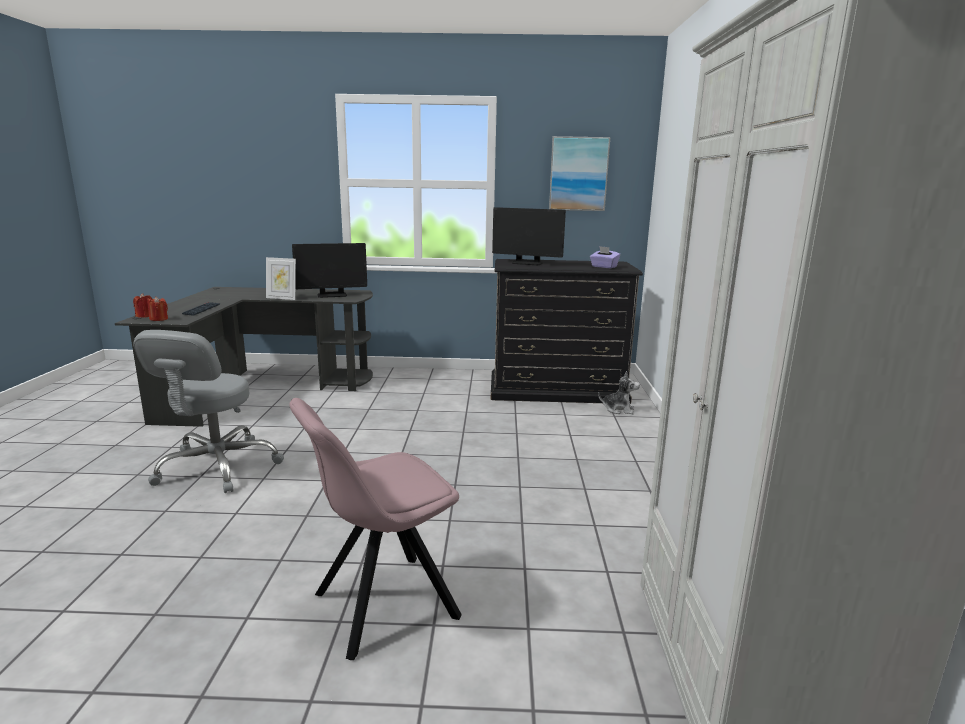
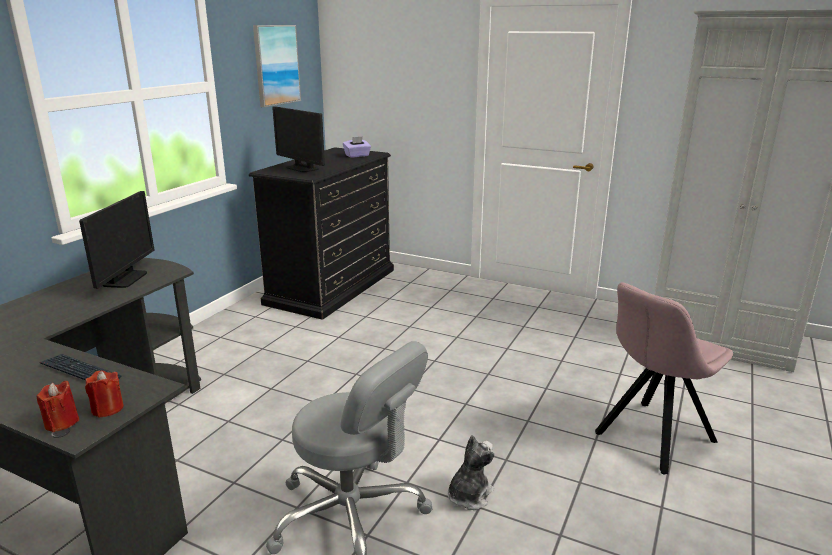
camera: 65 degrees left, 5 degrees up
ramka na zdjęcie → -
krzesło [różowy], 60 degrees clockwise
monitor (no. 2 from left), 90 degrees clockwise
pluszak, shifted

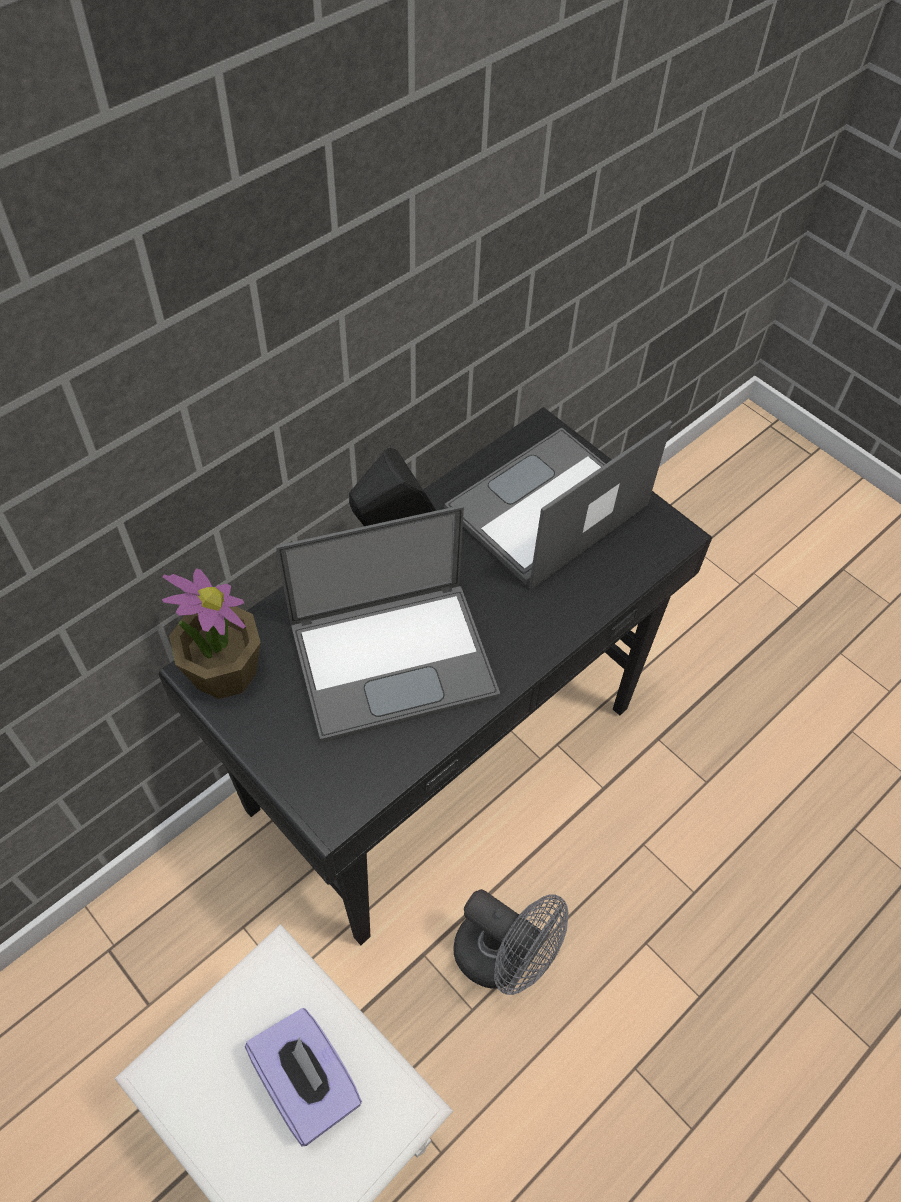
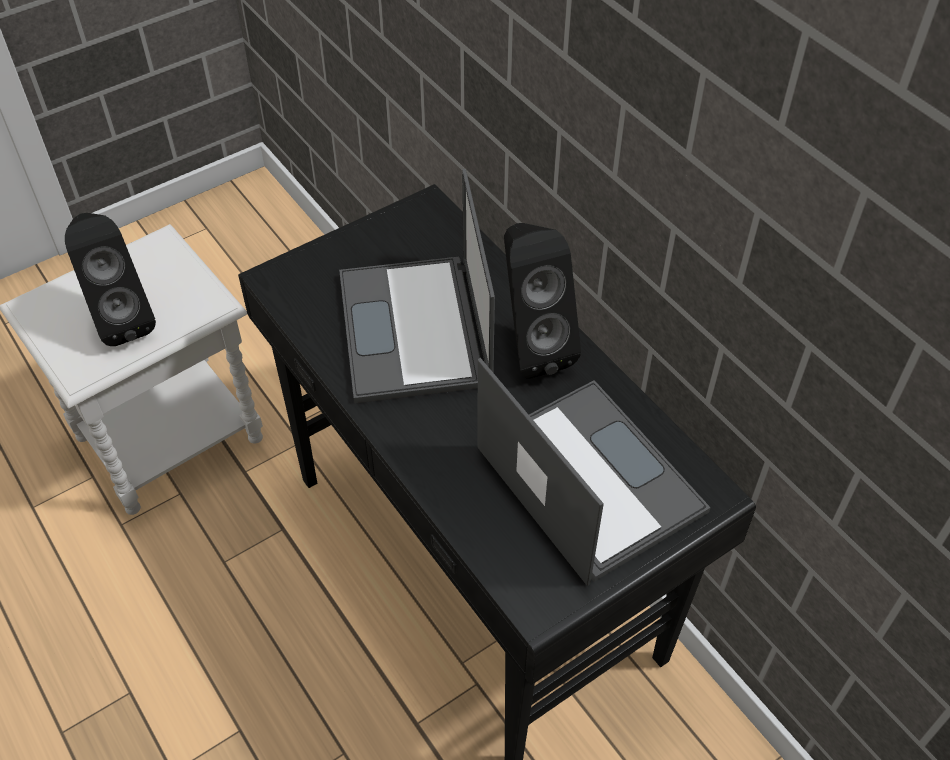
camera: 100 degrees right, 5 degrees down
roślina doniczkowa → -
pudełko chusteczek [fioletowy] → głośnik [czarny] (no. 1 from left)
wentylator [szary] → -

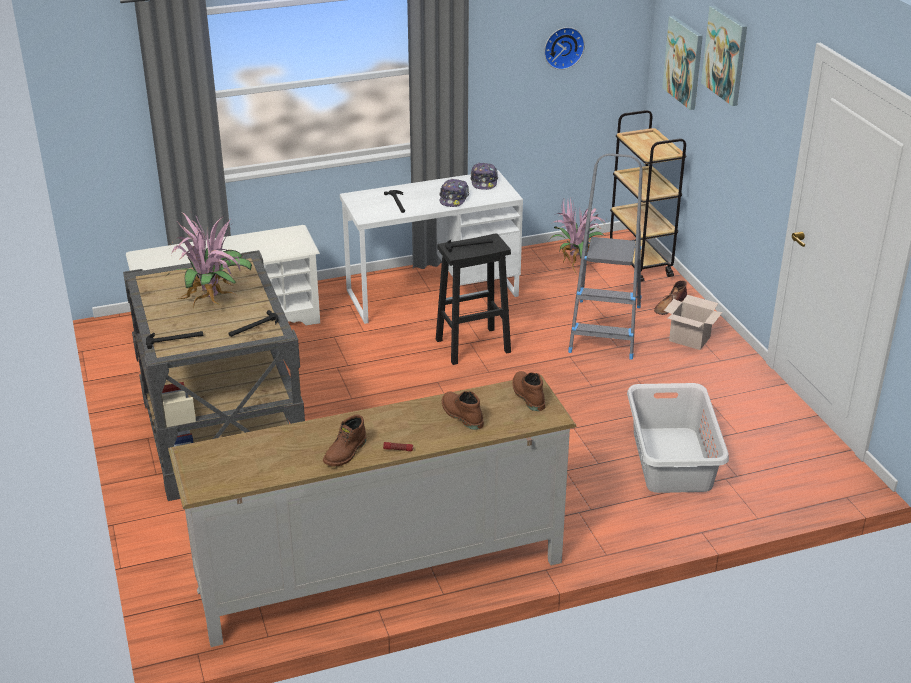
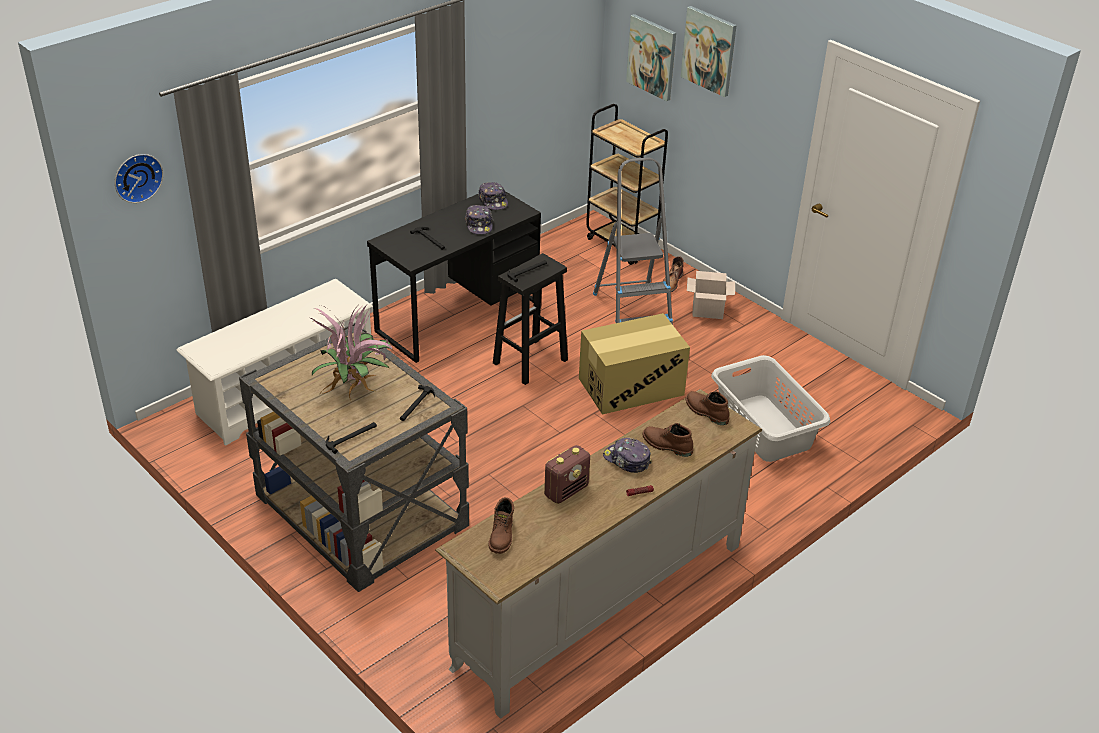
camera: 25 degrees left, 5 degrees up
but z cholewką [brązowy] (no. 1 from left), shifted
biurko [biały] → biurko [czarny]
zegar ścienny, shifted
roślina doniczkowa (no. 2 from left) → -
- → radio
- → karton (no. 1 from left)
- → czapka z daszkiem (no. 3 from left)

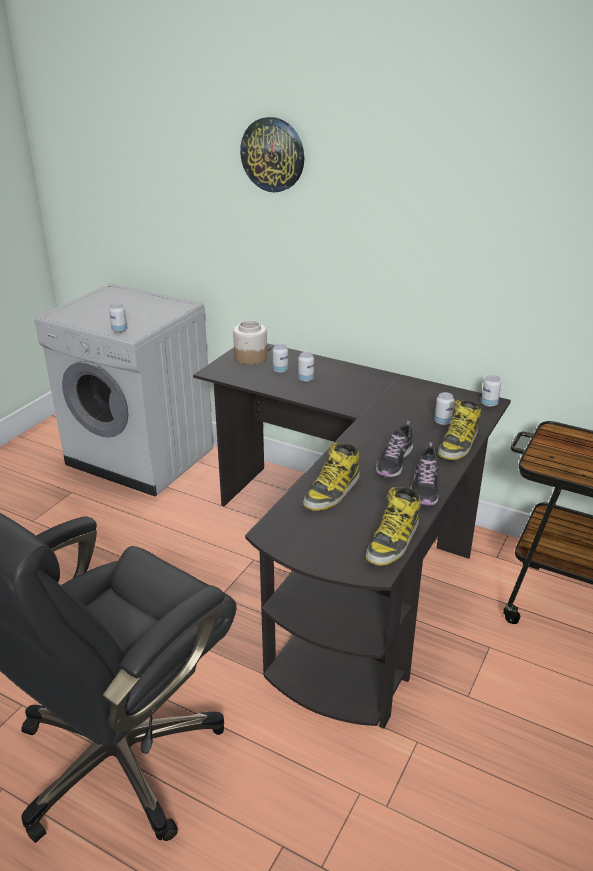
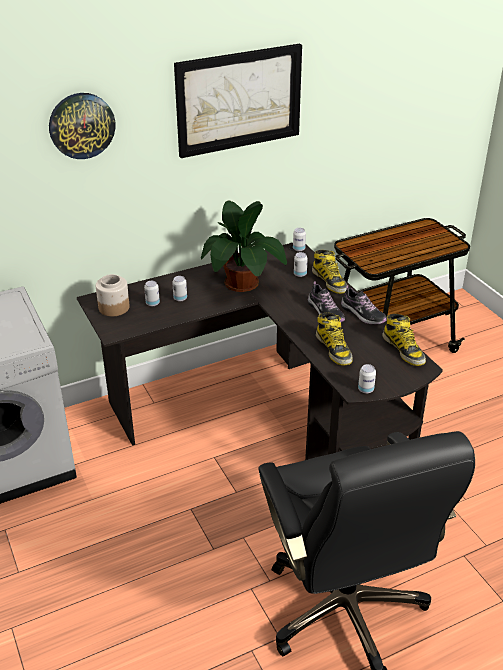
camera: 55 degrees left, 5 degrees up
puszka (no. 1 from left in the first image) → puszka (no. 5 from left), shifted
- → obraz
- → roślina doniczkowa

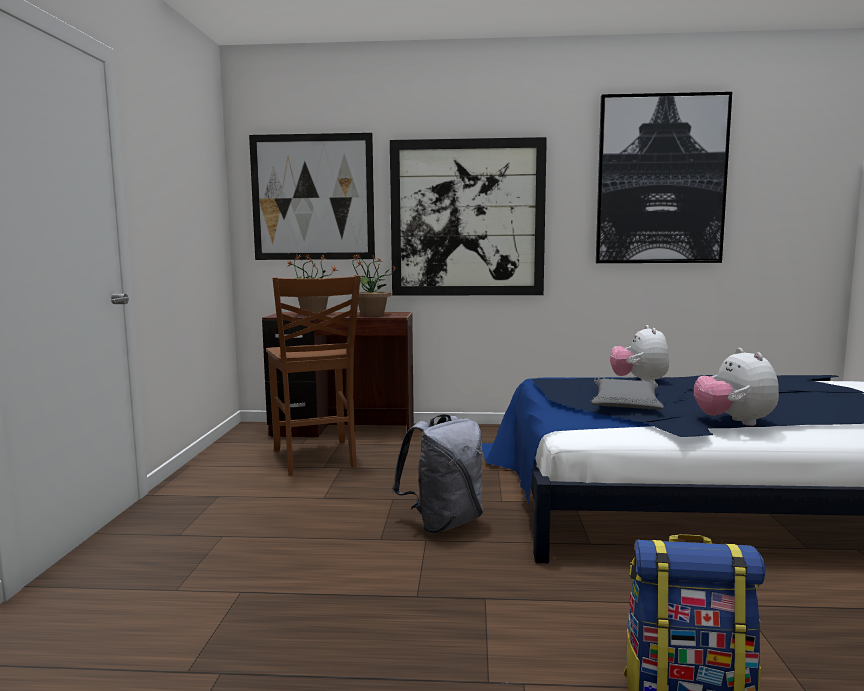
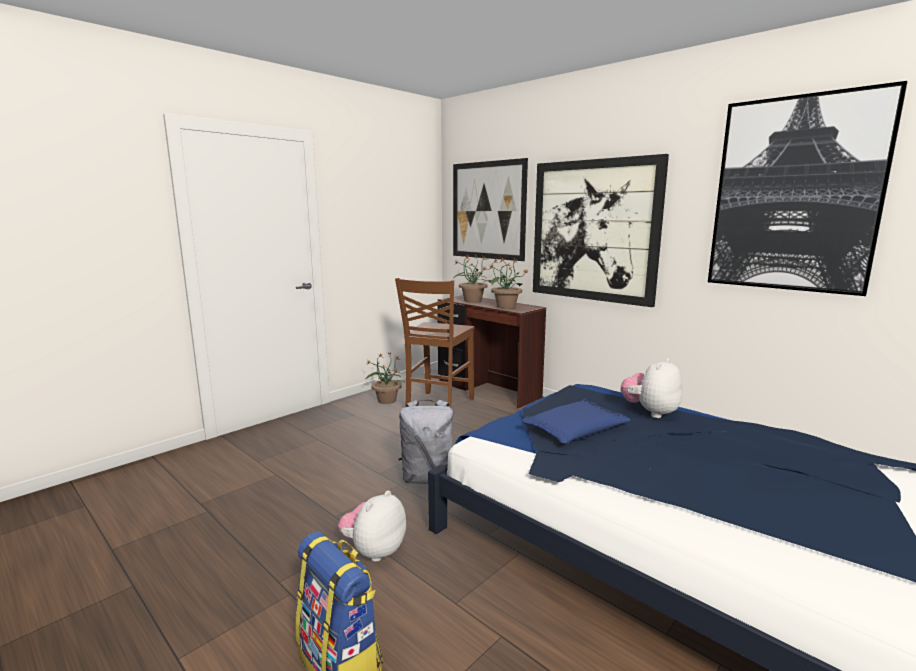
camera: 40 degrees right, 5 degrees up
poduszka [szary] → poduszka [niebieski]
pluszak (no. 2 from left in the first image) → pluszak (no. 1 from left), shifted
- → roślina doniczkowa (no. 1 from left)

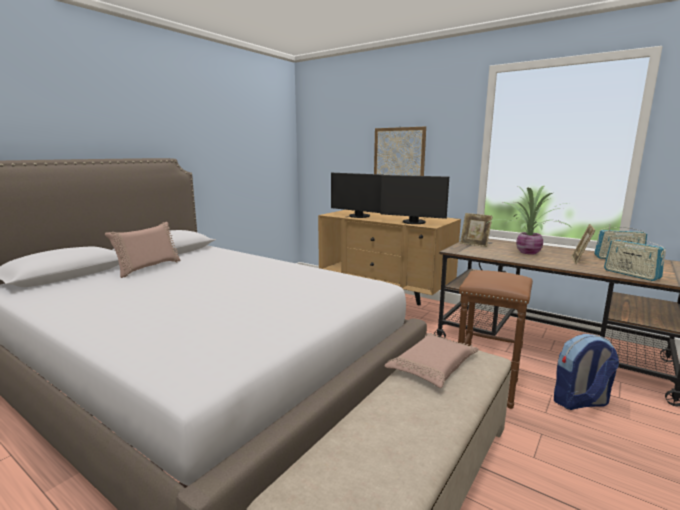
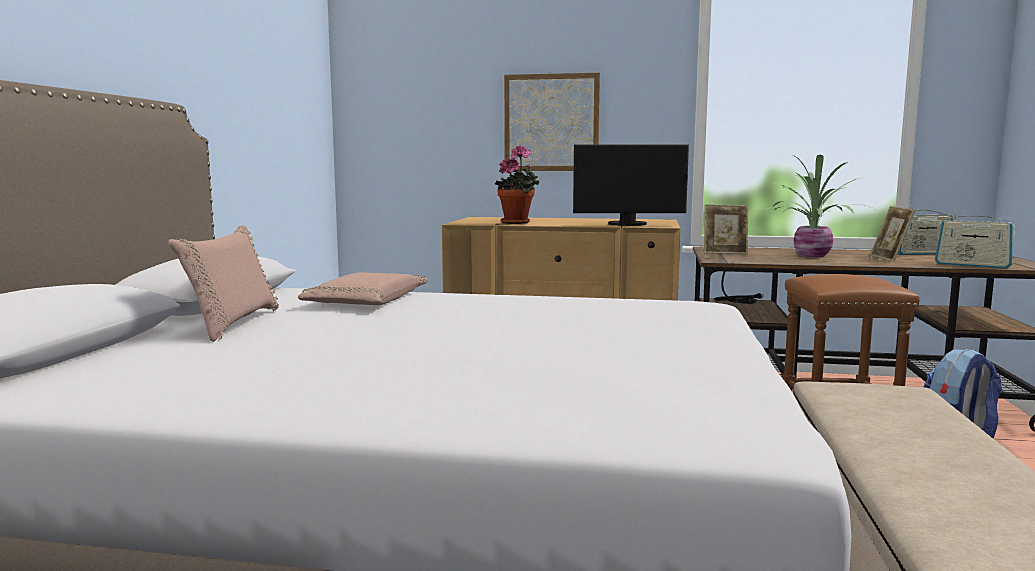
camera: 25 degrees left, 5 degrees down
monitor (no. 1 from left) → roślina doniczkowa (no. 1 from left)
poduszka [beżowy] (no. 2 from left), shifted

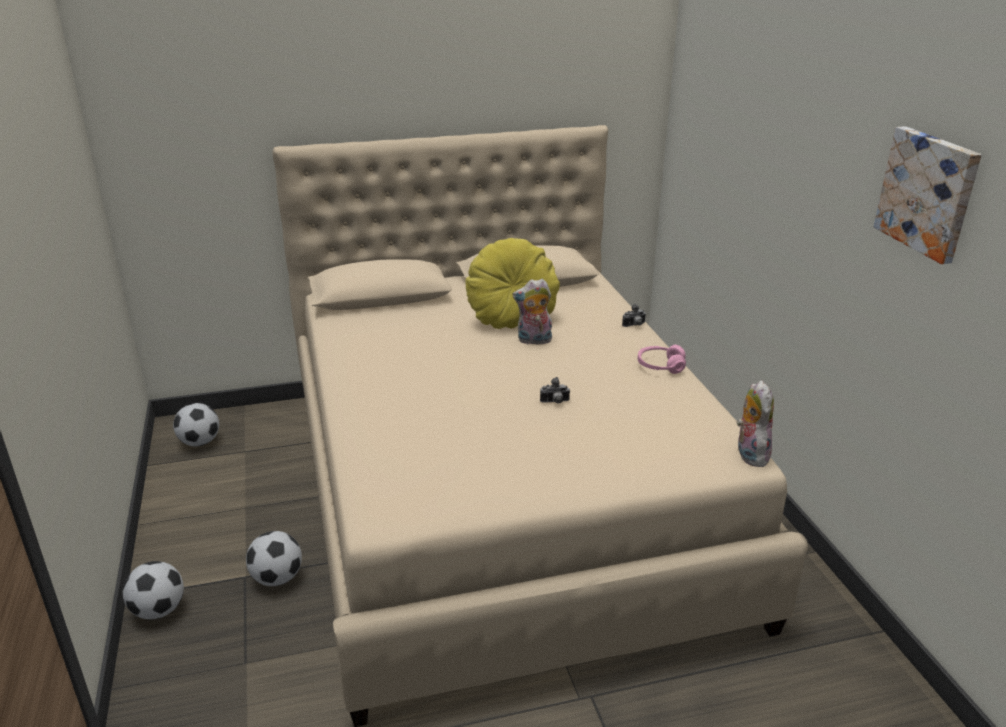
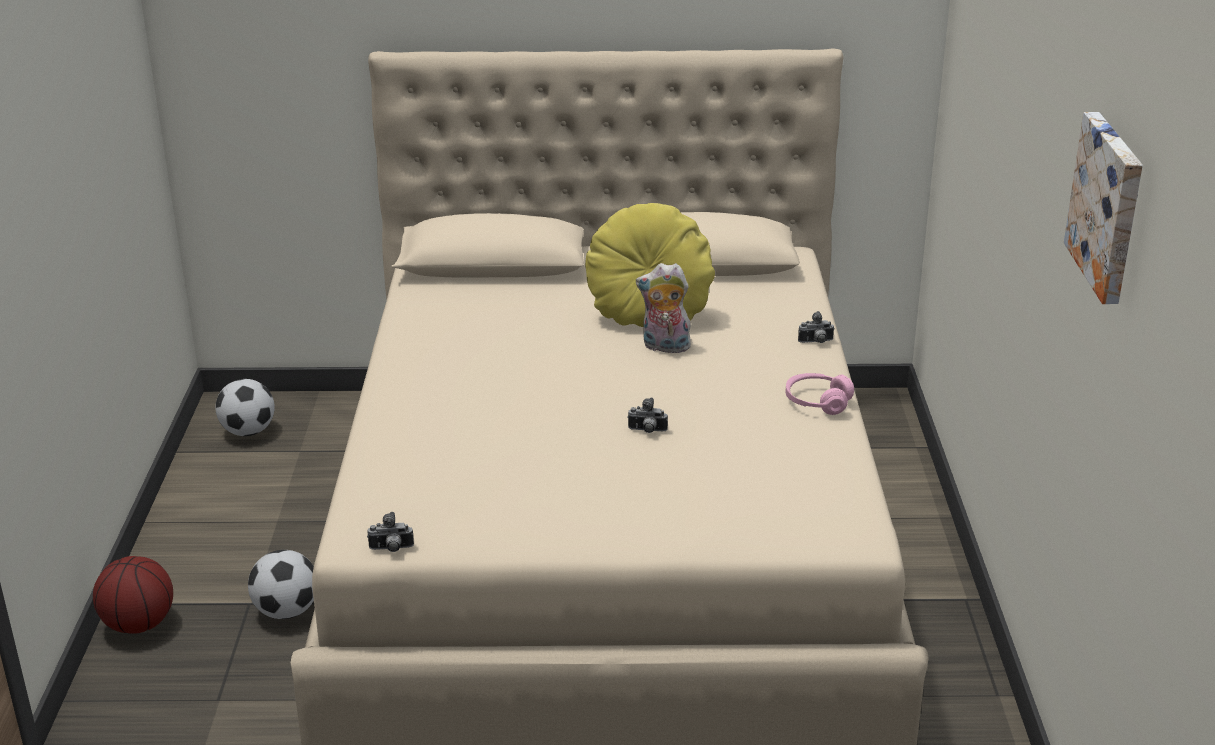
camera: 15 degrees right, 0 degrees up
piłka futbolowa (no. 1 from left) → piłka do koszykówki
pluszak (no. 2 from left) → -
- → aparat fotograficzny (no. 1 from left)

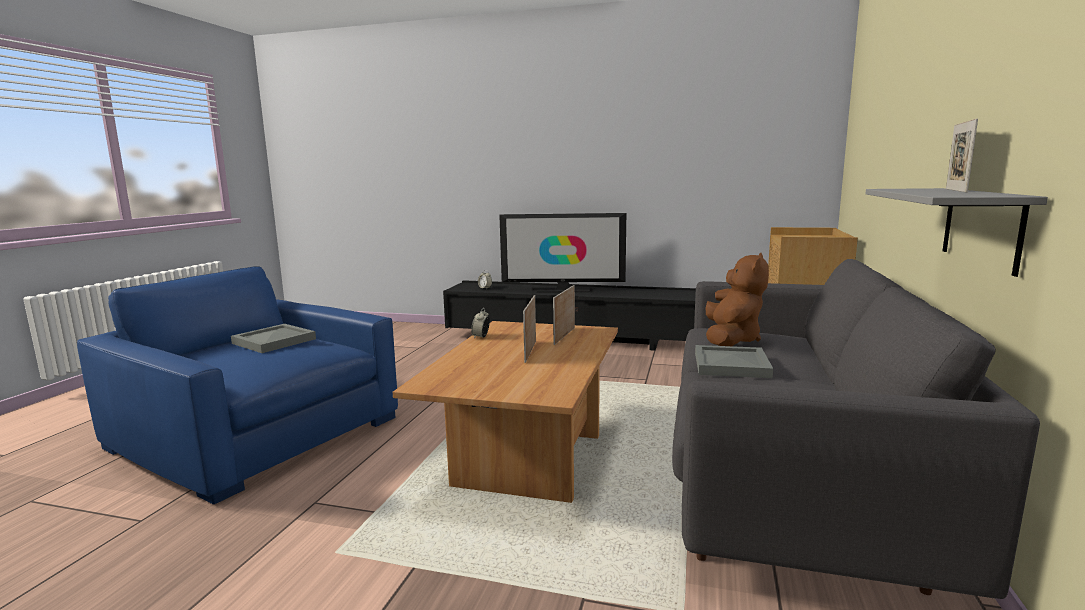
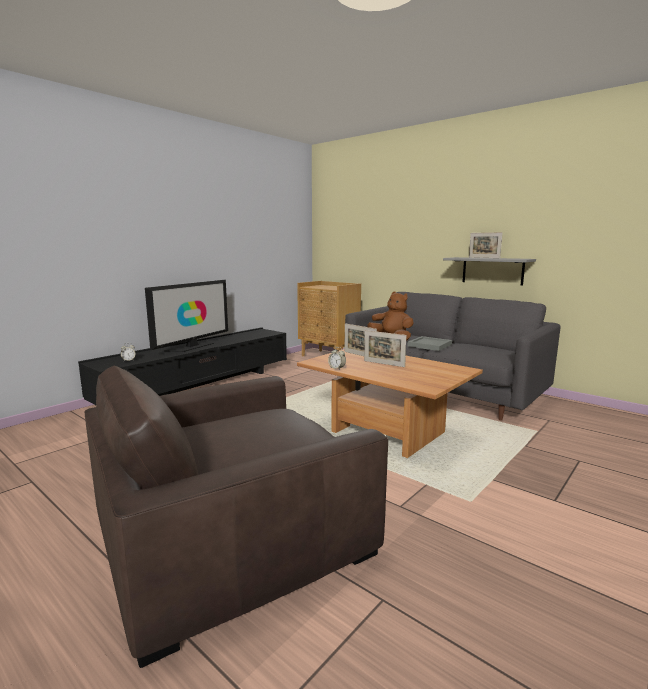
camera: 65 degrees left, 0 degrees up
fotel [niebieski] → fotel [brązowy]
taca [szary] (no. 1 from left) → -

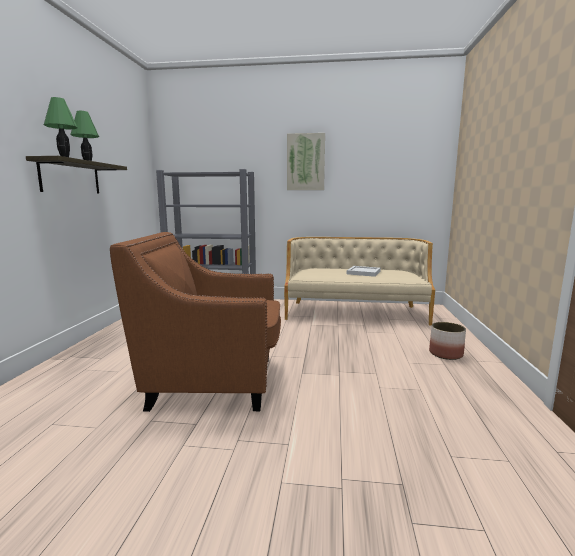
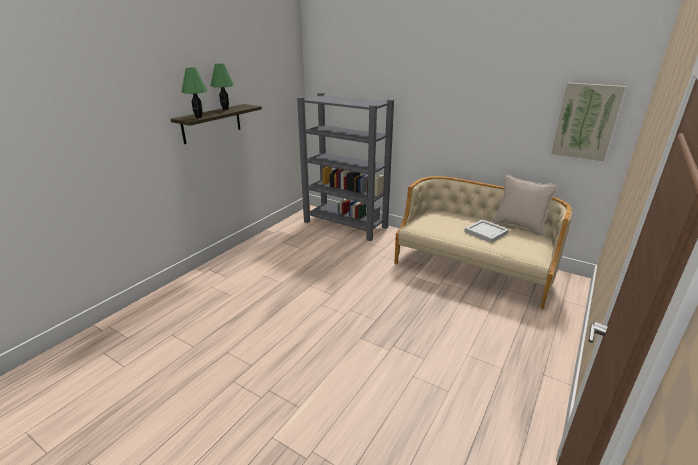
camera: 25 degrees right, 15 degrees up
fotel [brązowy] → -
obraz, shifted
donica → -
- → poduszka [beżowy]

